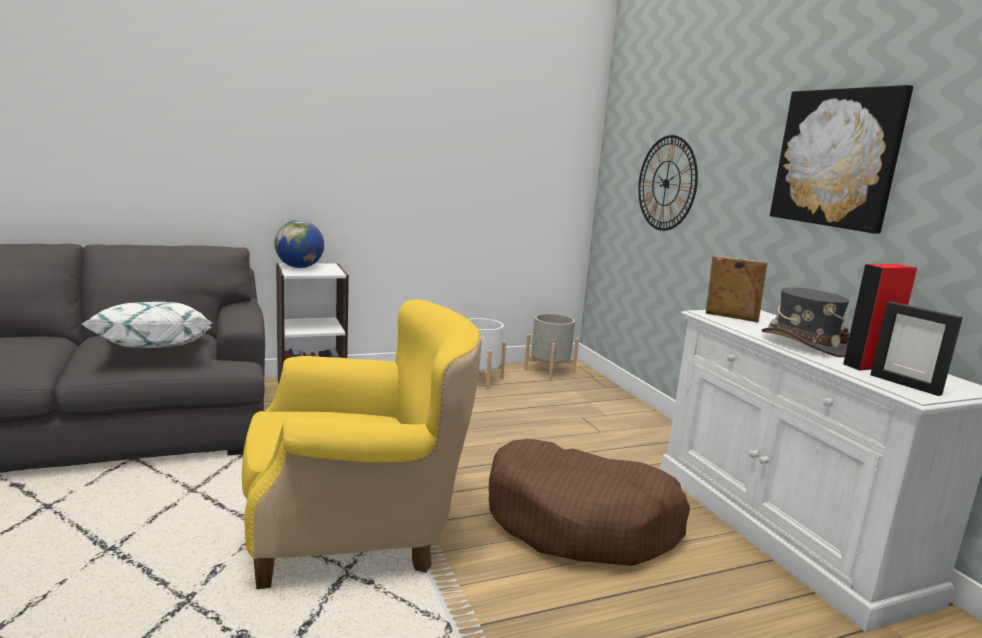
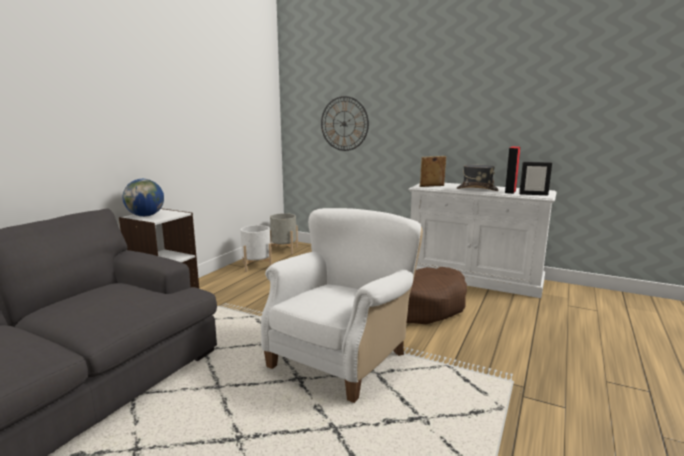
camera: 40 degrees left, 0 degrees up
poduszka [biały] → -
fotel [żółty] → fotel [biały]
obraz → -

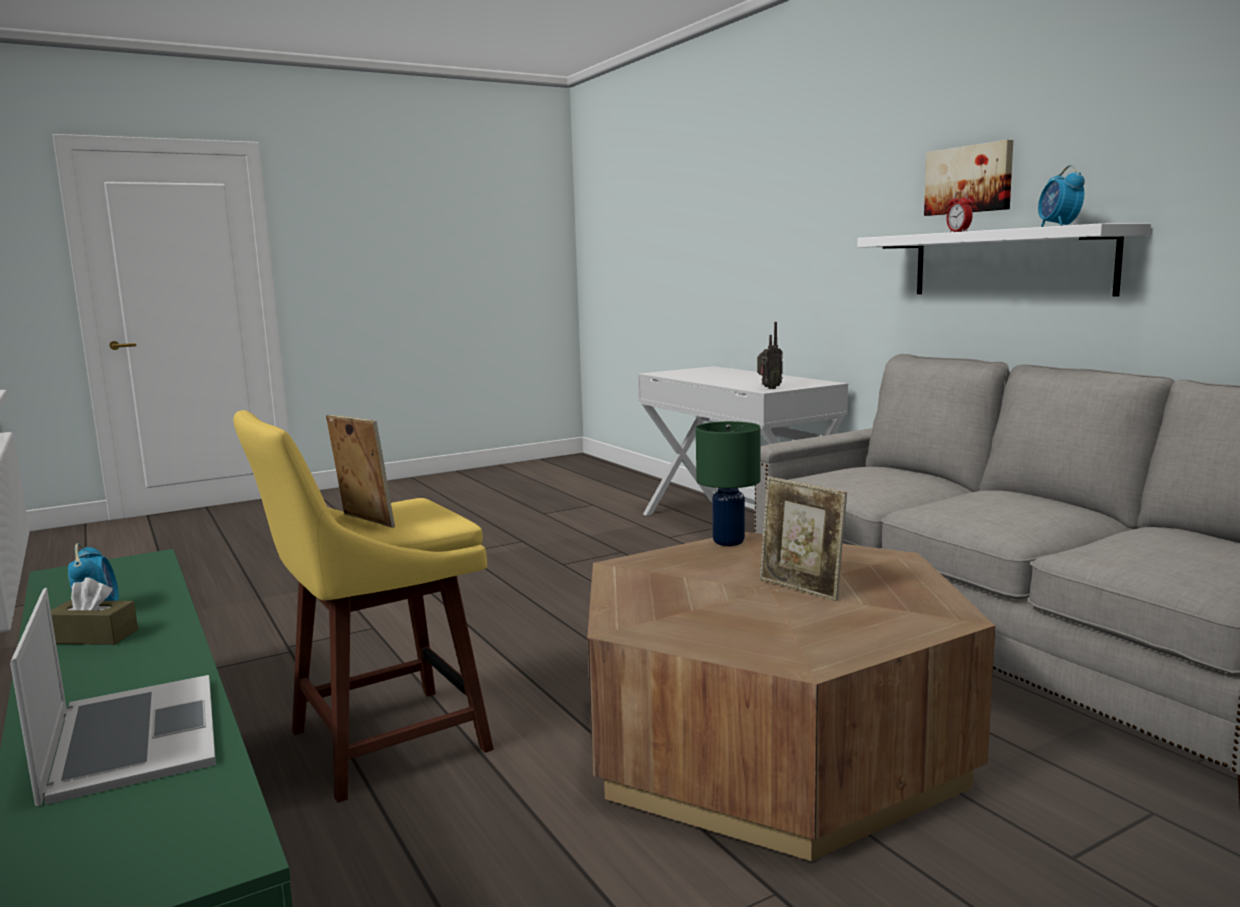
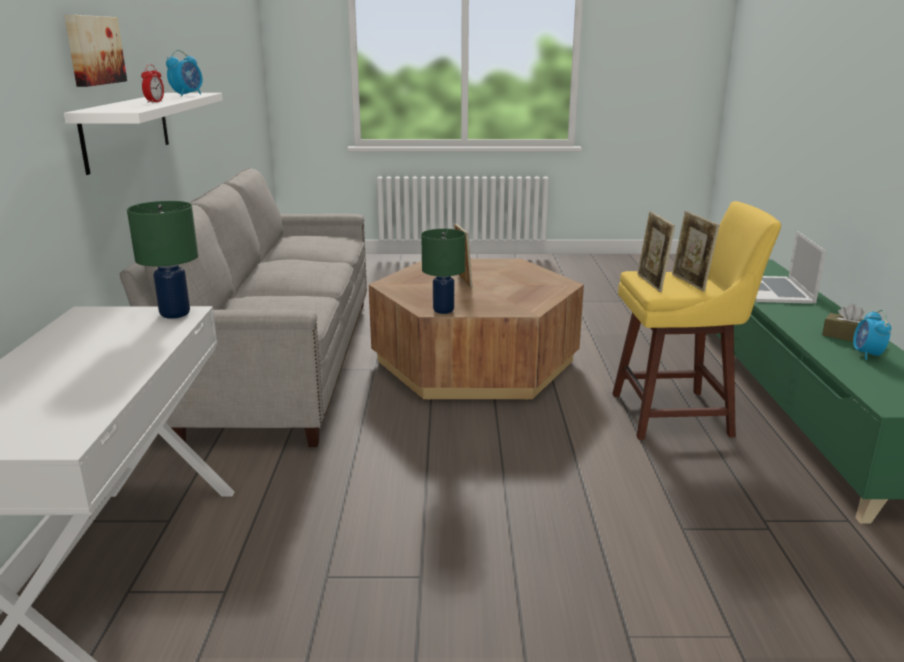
camera: 150 degrees left, 10 degrees up
radio → lampa stołowa [zielony] (no. 1 from left)
- → ramka na zdjęcie (no. 2 from left)

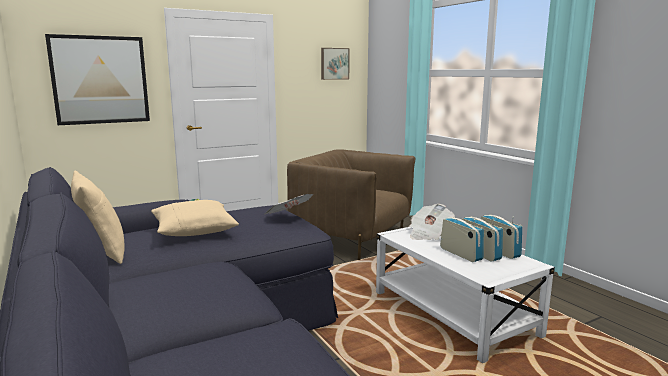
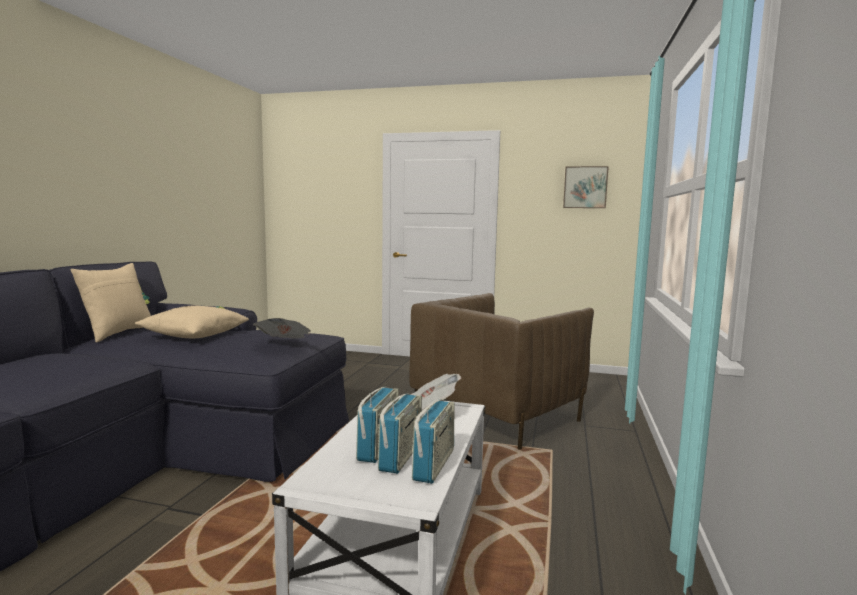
camera: 45 degrees right, 5 degrees down
obraz (no. 1 from left) → -
fotel [brązowy], 120 degrees counterclockwise

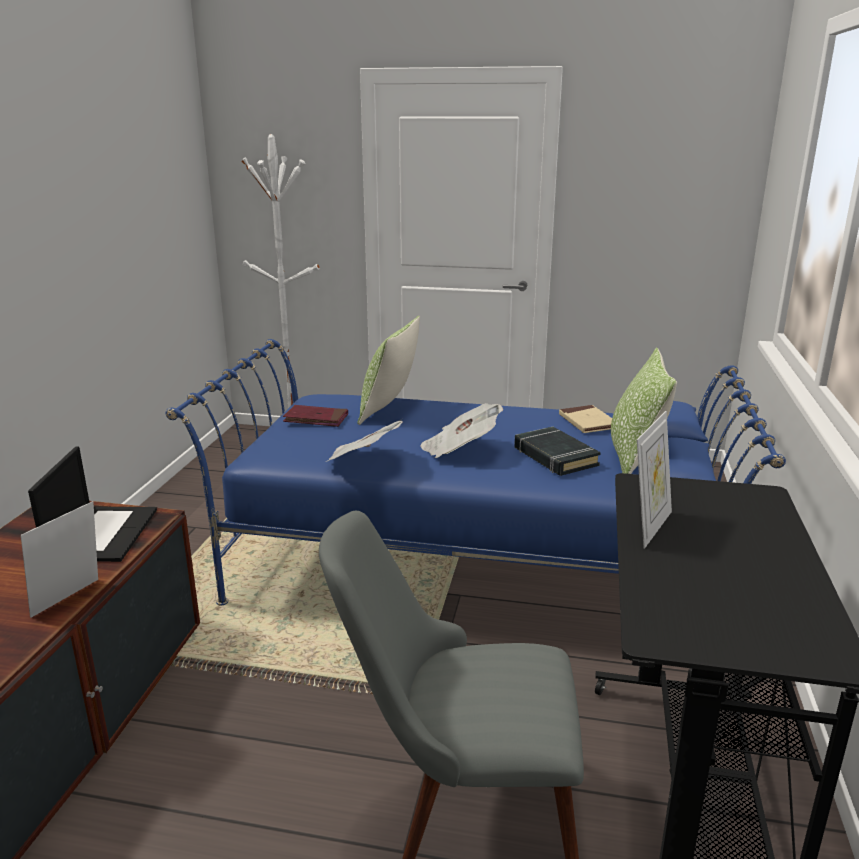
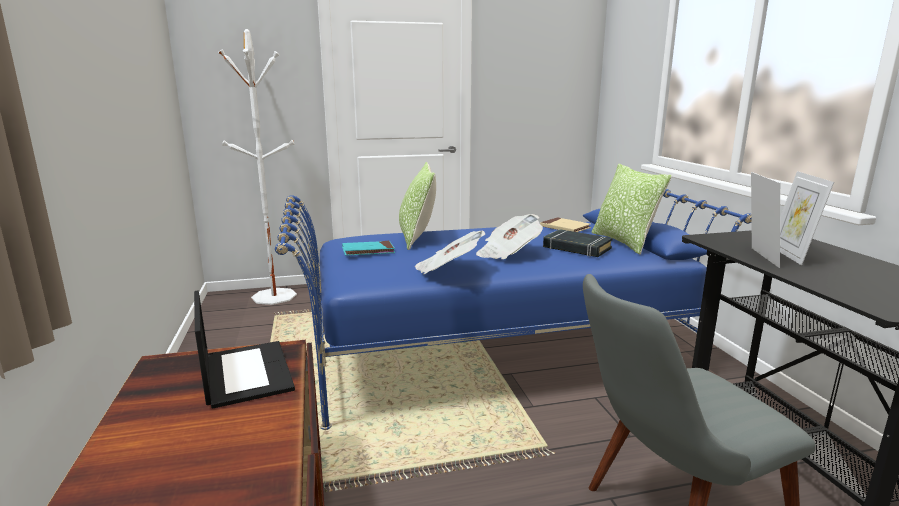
camera: 25 degrees left, 5 degrees down
ramka na zdjęcie (no. 1 from left in the first image) → ramka na zdjęcie (no. 2 from left), shifted
książka [czerwony] → książka [turkusowy]

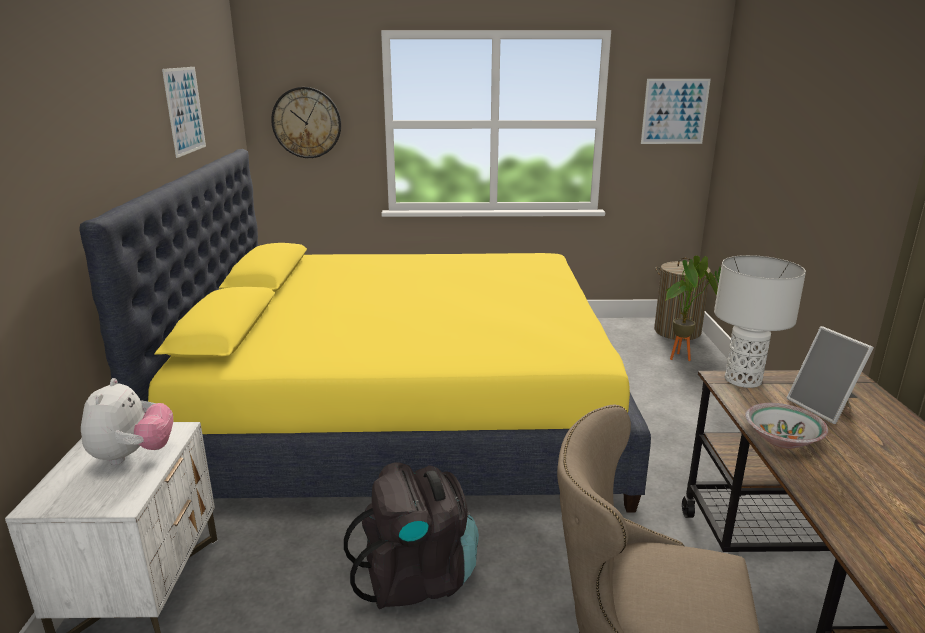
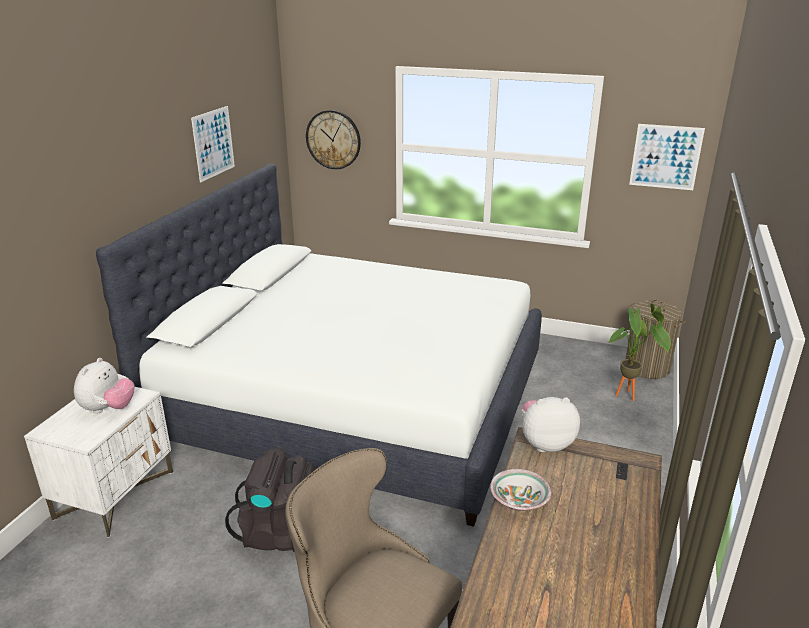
camera: 20 degrees right, 5 degrees up
łóżko [żółty] → łóżko [biały]
lampa stołowa [biały] → pluszak (no. 2 from left)
ramka na zdjęcie → -

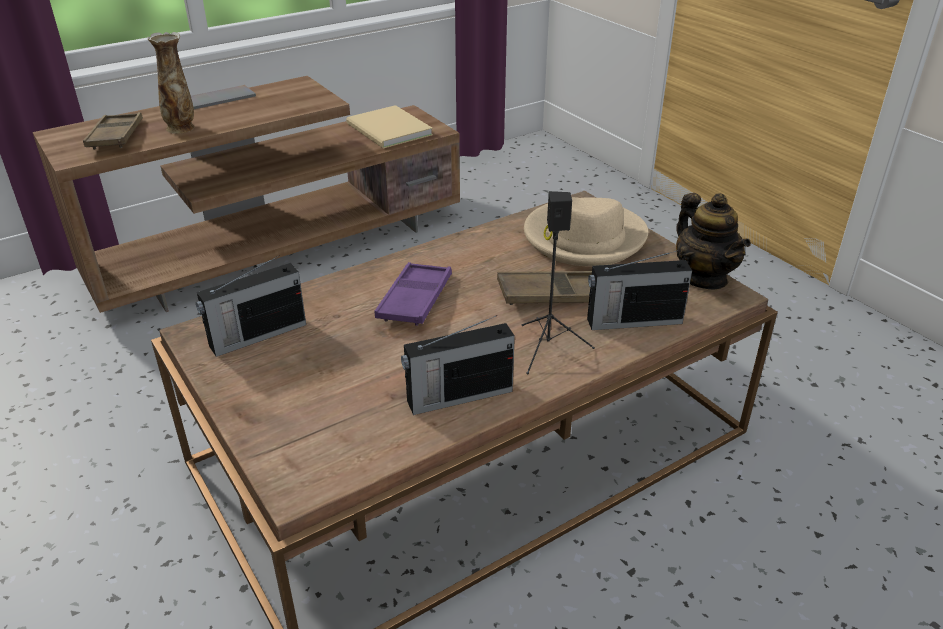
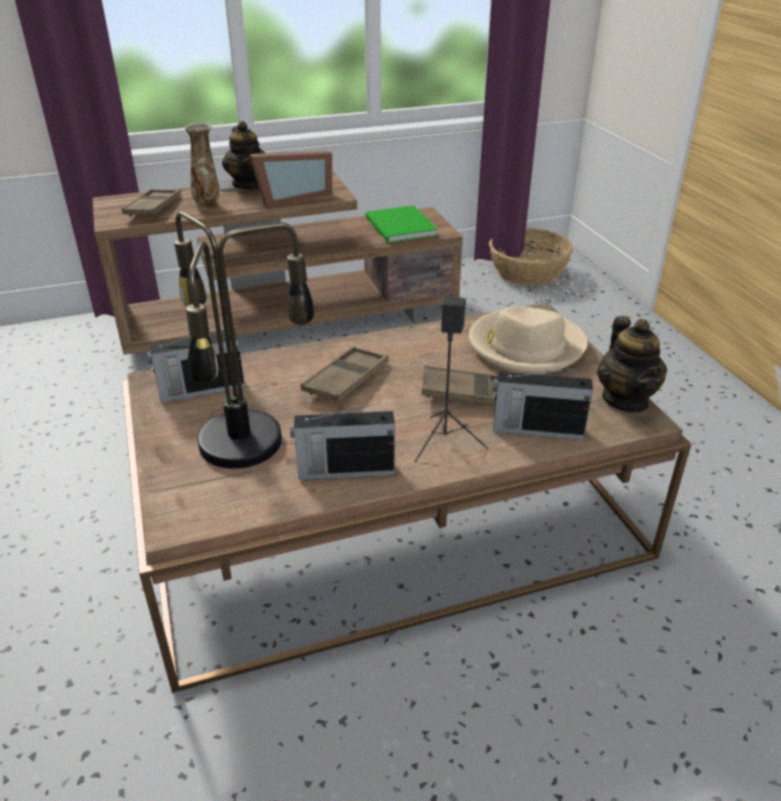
camera: 15 degrees right, 0 degrees up
książka [beżowy] → książka [zielony]
taca [fioletowy] → taca [brązowy] (no. 2 from left)
- → lampa stołowa
- → imbryk (no. 1 from left)
- → ramka na zdjęcie
- → koszyk

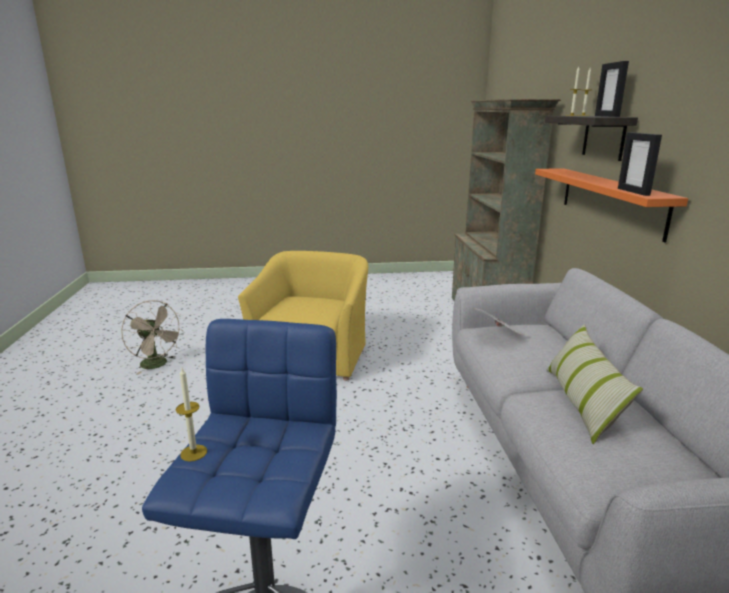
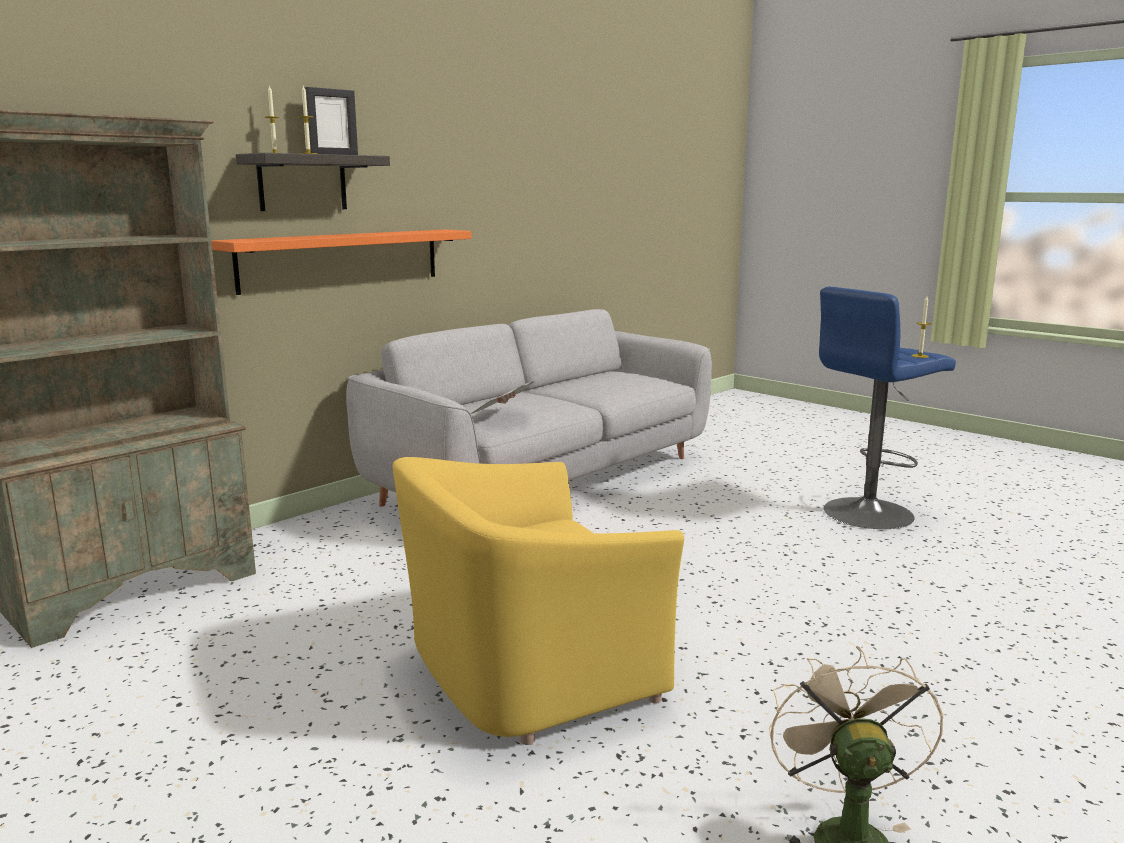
camera: 130 degrees left, 5 degrees down
poduszka → -
ramka na zdjęcie (no. 2 from left) → -

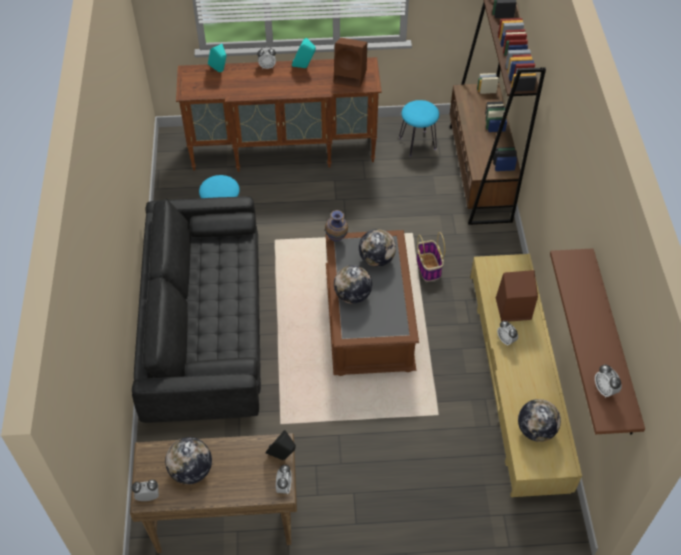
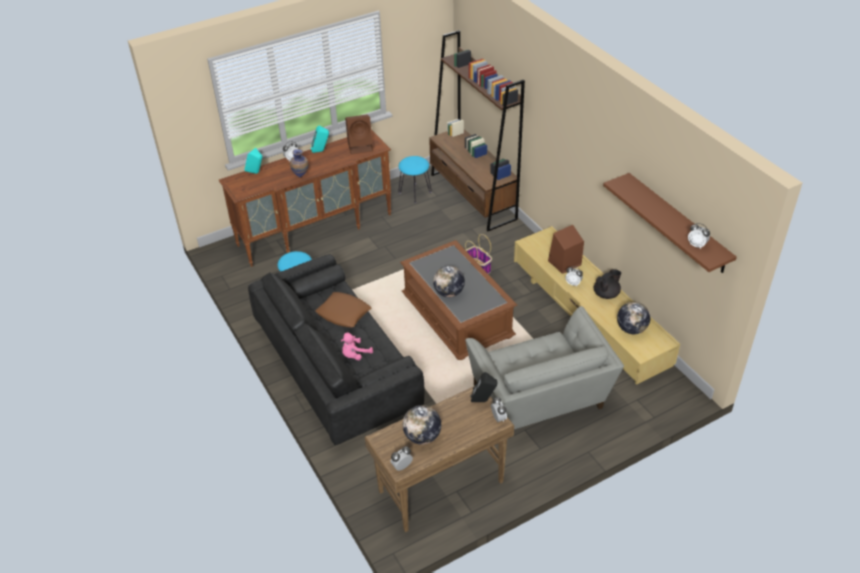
camera: 25 degrees left, 10 degrees down
wazon, shifted
globus (no. 3 from left) → -
- → poduszka [brązowy]
- → pluszak [różowy]
- → fotel [szary]
- → imbryk [czarny]

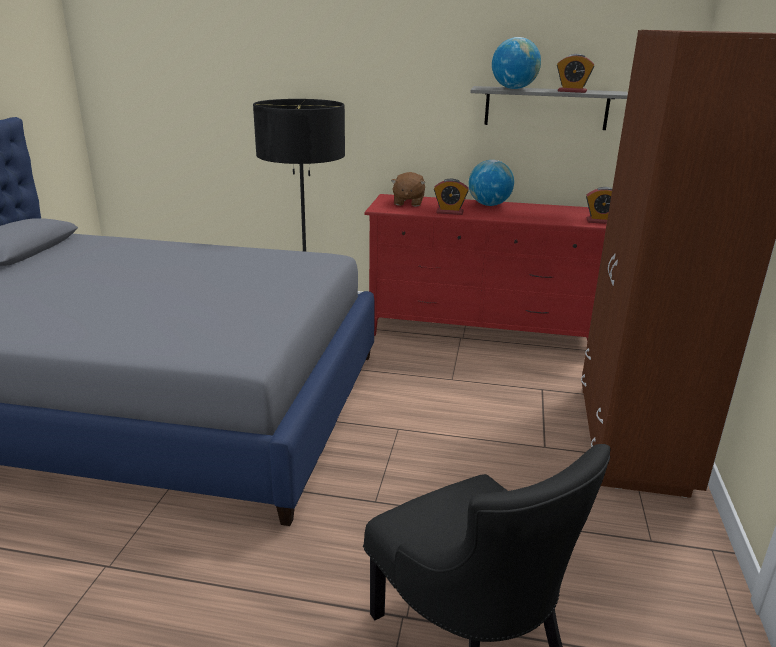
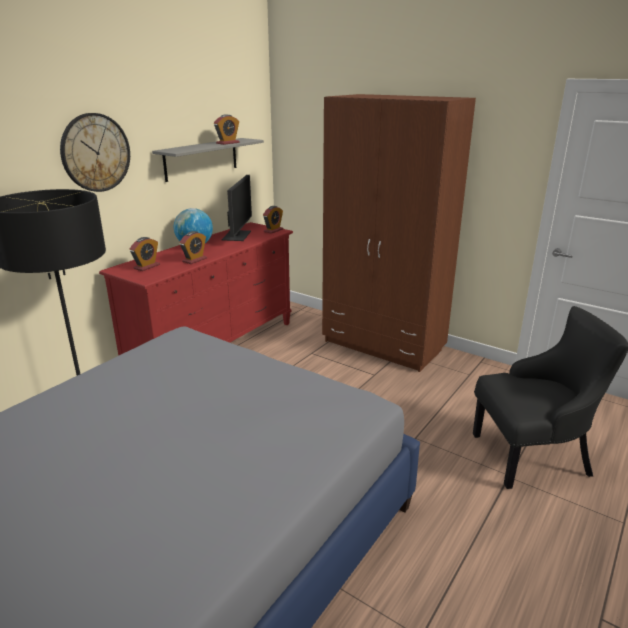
camera: 65 degrees left, 0 degrees up
pluszak [brązowy] → budzik (no. 1 from left)
globus (no. 2 from left) → -
- → zegar ścienny
- → monitor

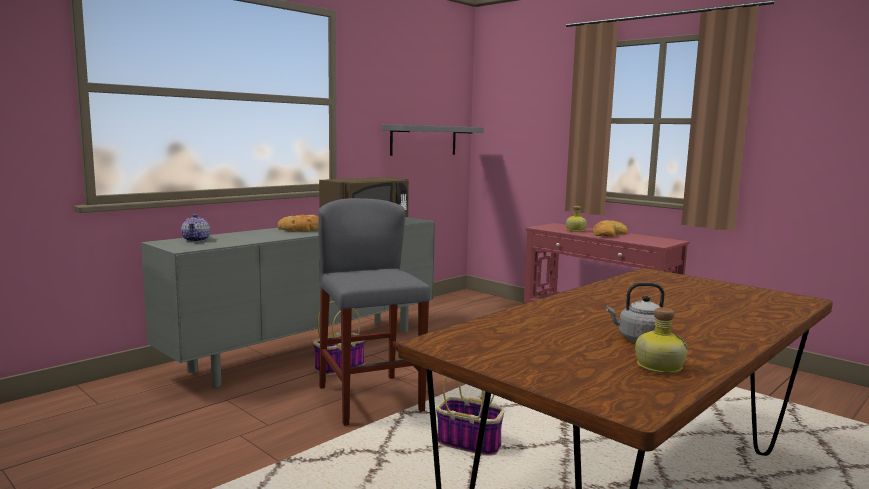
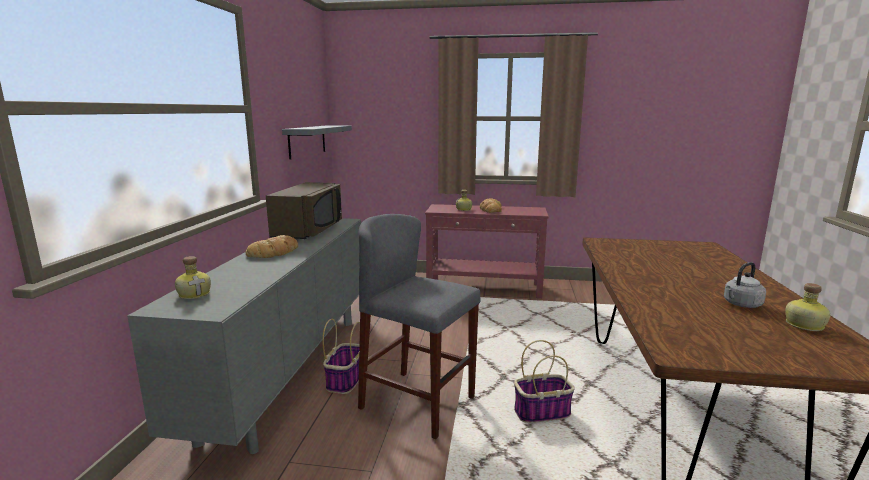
camera: 35 degrees left, 5 degrees up
imbryk → butelka (no. 1 from left)

